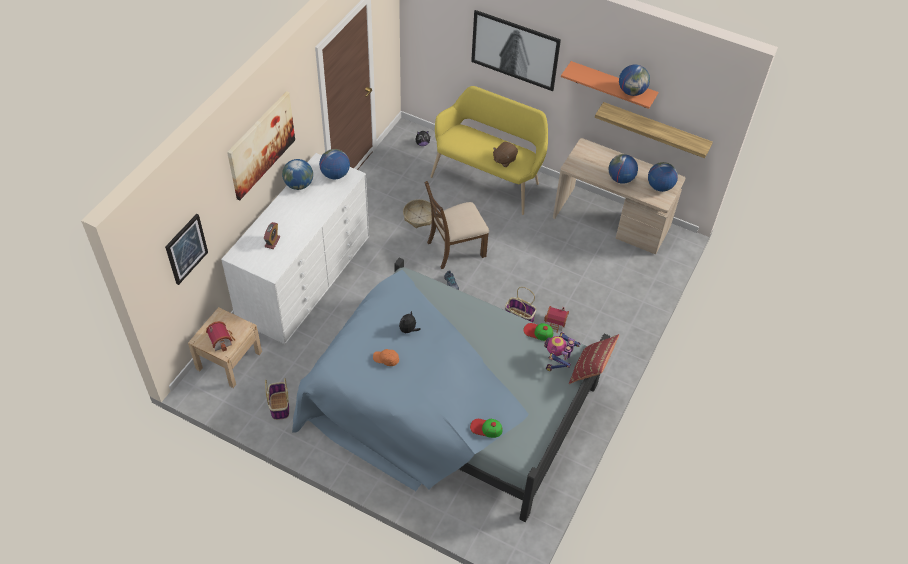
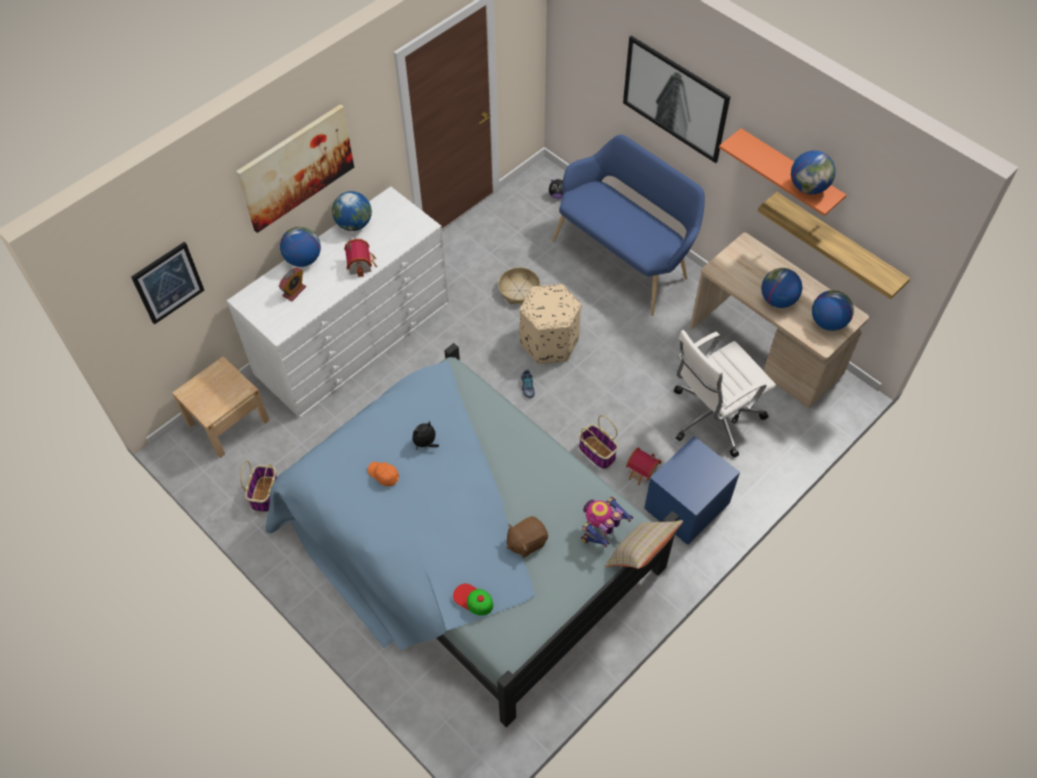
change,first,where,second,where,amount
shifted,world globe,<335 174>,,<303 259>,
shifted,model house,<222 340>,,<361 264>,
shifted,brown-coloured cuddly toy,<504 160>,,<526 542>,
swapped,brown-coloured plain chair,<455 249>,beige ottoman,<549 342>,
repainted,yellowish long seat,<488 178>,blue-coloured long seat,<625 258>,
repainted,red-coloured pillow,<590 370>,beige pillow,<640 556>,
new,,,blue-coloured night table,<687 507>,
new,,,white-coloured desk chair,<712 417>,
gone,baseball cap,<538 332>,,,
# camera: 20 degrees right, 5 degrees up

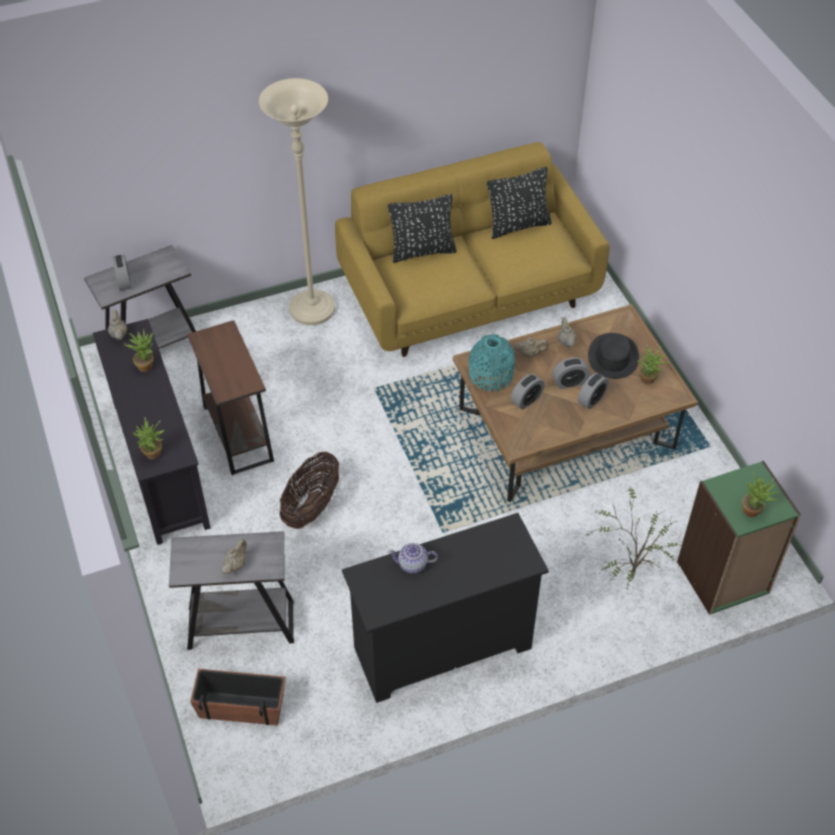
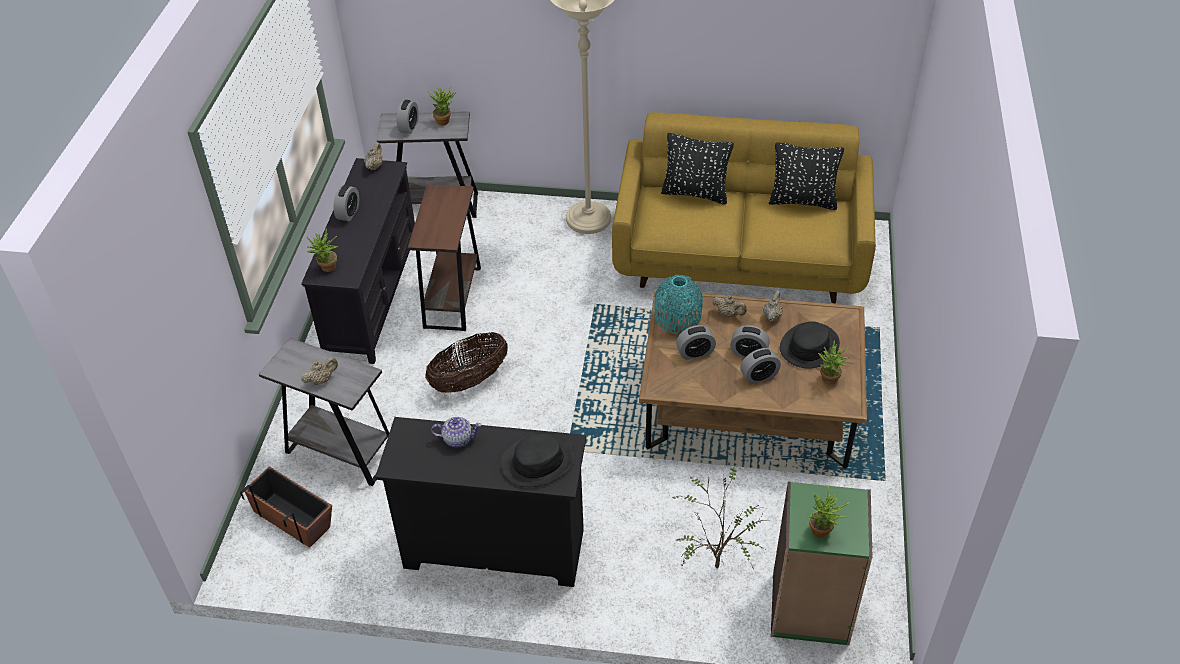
change,first,where,second,where,amount
new,,,table clock,<348 213>,
shifted,potted plant,<146 364>,,<444 120>,
rotated,tea pot,<413 564>,,<457 439>,150 degrees clockwise
new,,,blackish clothing hat,<538 461>,
# camera: 30 degrees right, 5 degrees down

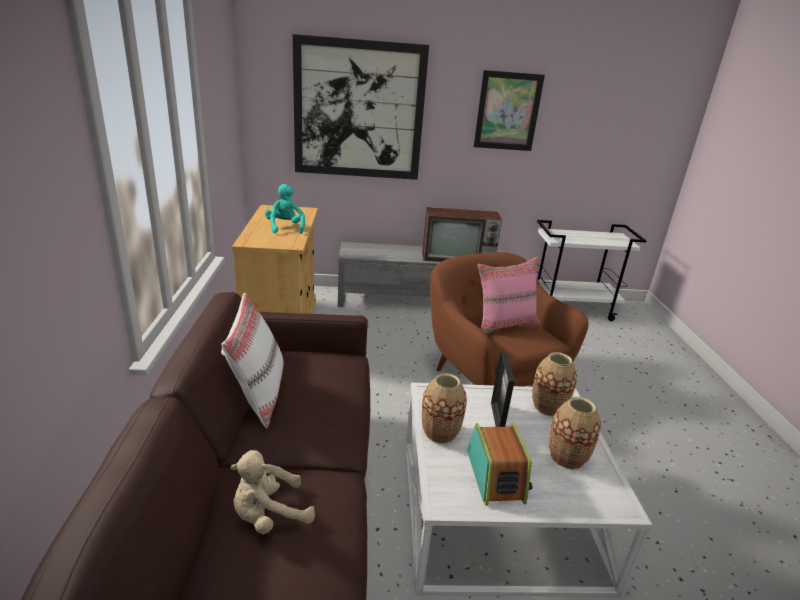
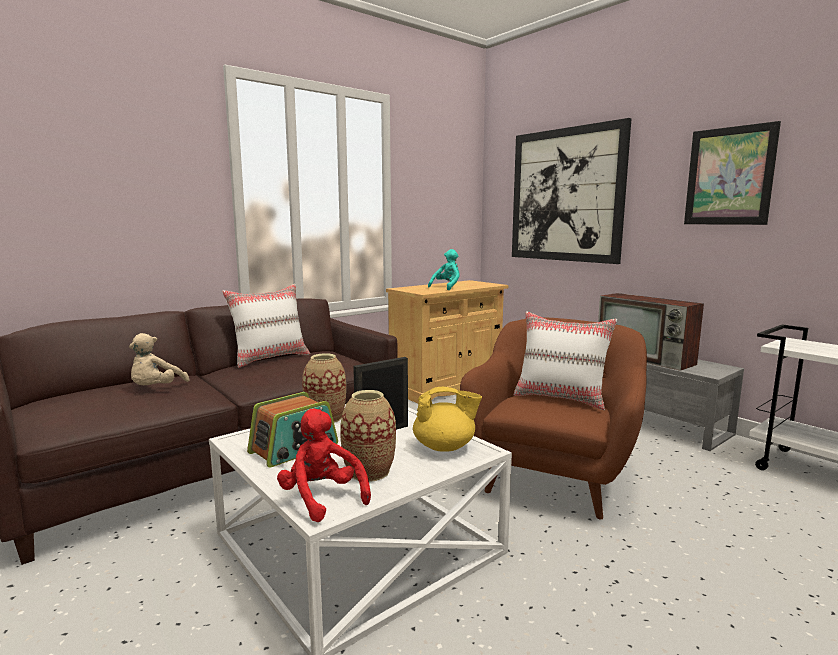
change,first,where,second,where,amount
rotated,beige cuddly toy,<269 515>,,<156 389>,105 degrees counterclockwise
new,,,red-coloured cuddly toy,<322 498>,
swapped,vase,<548 407>,yellowish tea pot,<445 447>,
repainted,pink-coloured pillow,<505 324>,white-coloured pillow,<561 398>,
# camera: 55 degrees right, 15 degrees down

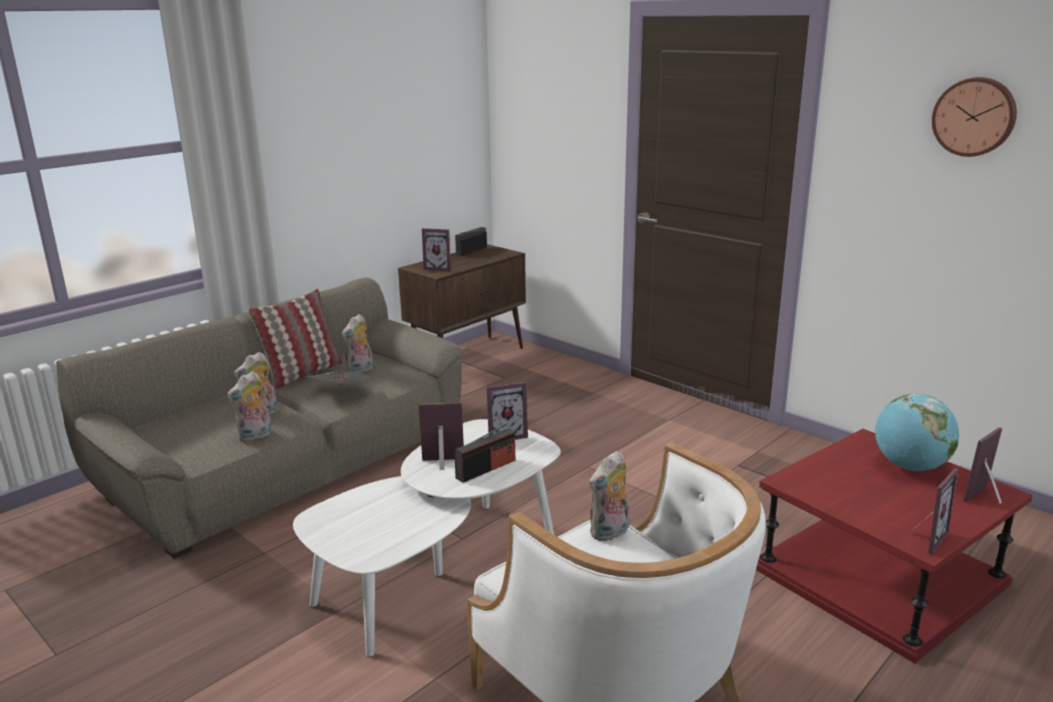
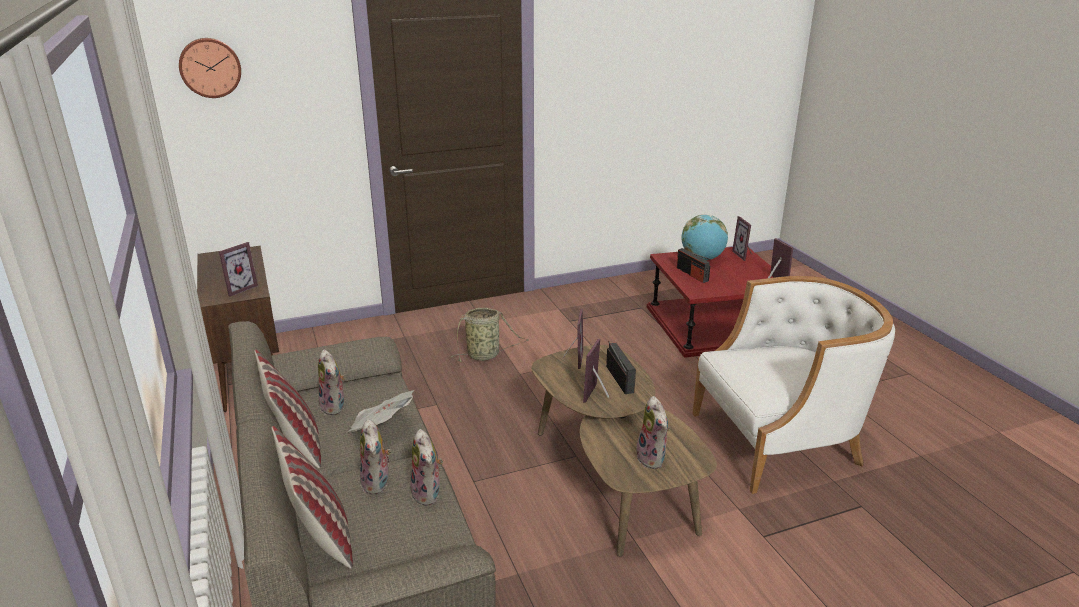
change,first,where,second,where,amount
shifted,clock on the wall,<974 116>,,<210 67>,
new,,,pillow,<321 535>,
new,,,basket,<485 355>,
repainted,white-coloured coffee table,<439 571>,brown-coloured coffee table,<613 477>,
shifted,cuddly toy,<610 533>,,<653 459>,
shifted,radio receiver,<471 251>,,<692 274>,
# camera: 65 degrees left, 5 degrees up

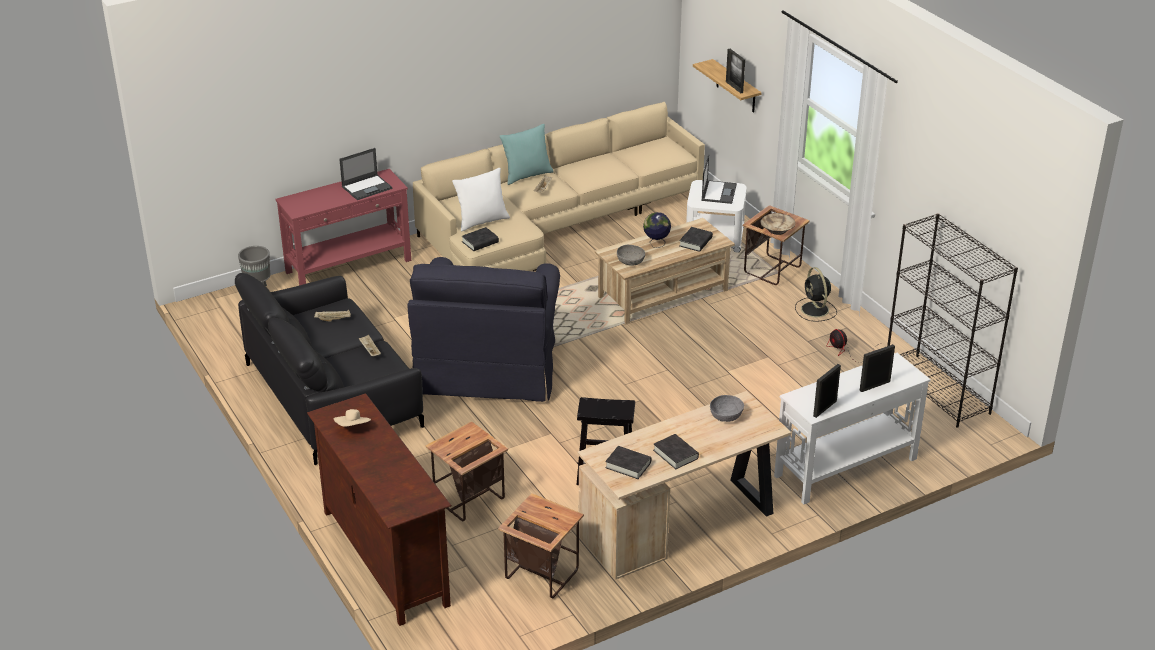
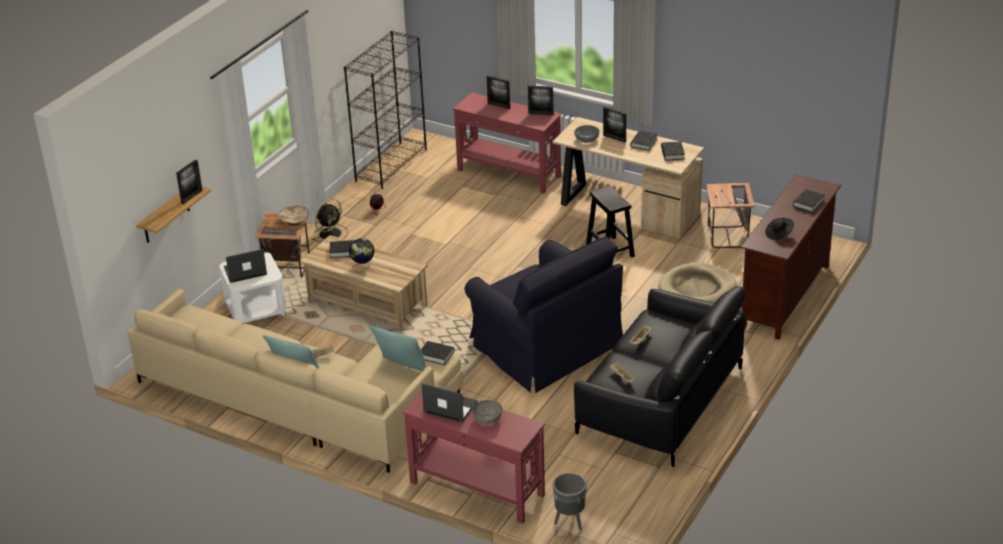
change,first,where,second,where,amount
repainted,white-coloured pillow,<482 221>,blue-green pillow,<401 369>,
repainted,white-coloured console table,<844 467>,red-coloured console table,<509 173>,
rotated,blackish easy chair,<488 364>,,<544 346>,75 degrees clockwise
shifted,gray deep dish,<630 262>,,<487 419>,
new,,,photo frame,<614 138>,
swapped,side table,<468 500>,beige dog cushion,<697 290>,
repainted,beige clothing hat,<353 427>,blackish clothing hat,<779 234>,
new,,,blackish book,<808 203>,
# camera: 120 degrees left, 0 degrees up

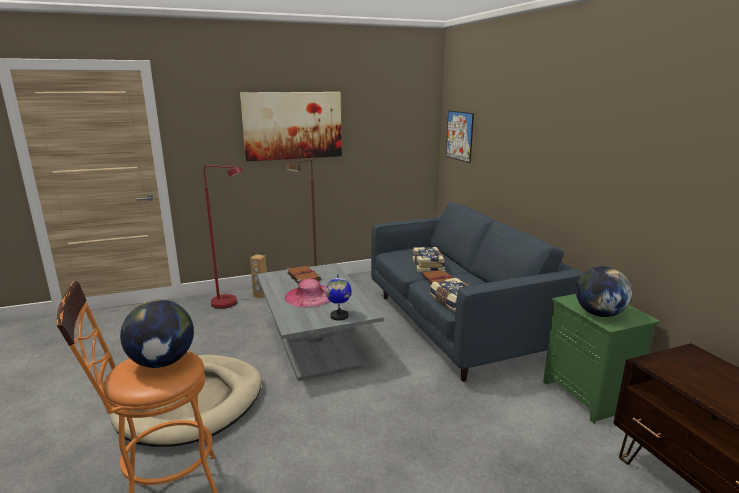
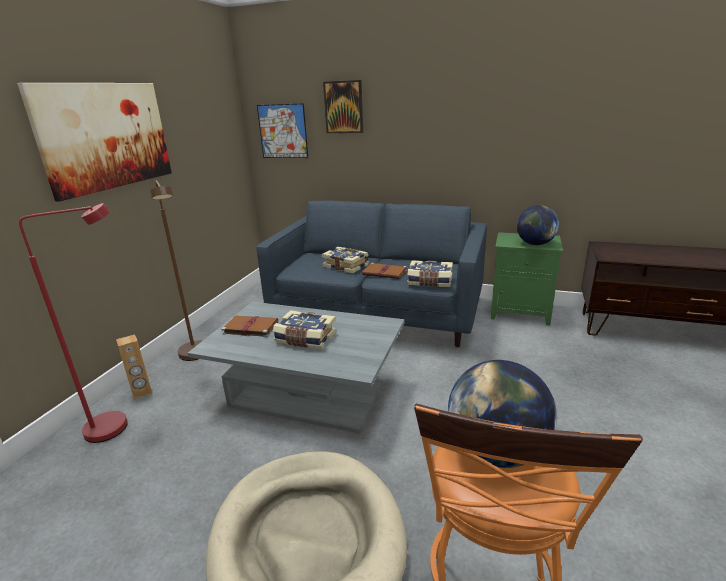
change,first,where,second,where,amount
swapped,pink-coloured clothing hat,<310 296>,book,<305 339>,
new,,,picture,<344 107>,
gone,world globe,<339 316>,,,
# camera: 50 degrees left, 5 degrees up

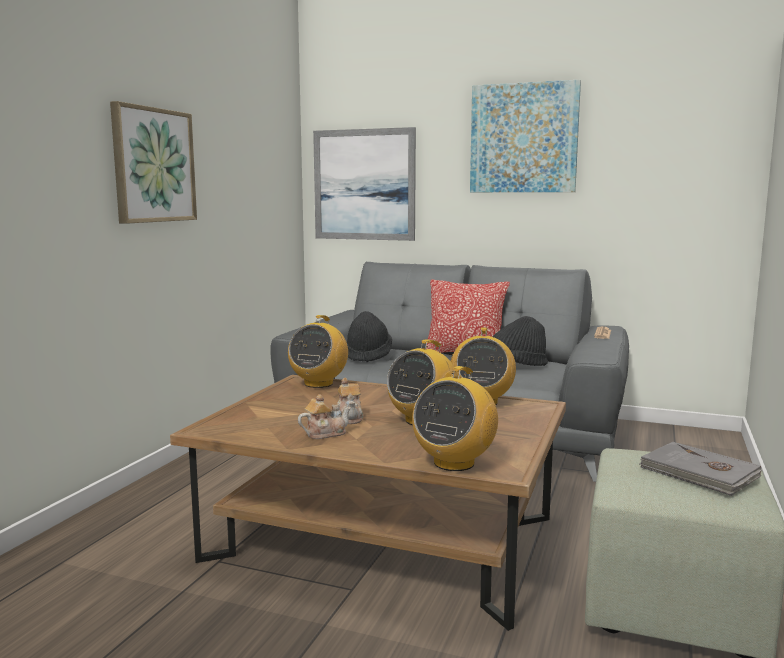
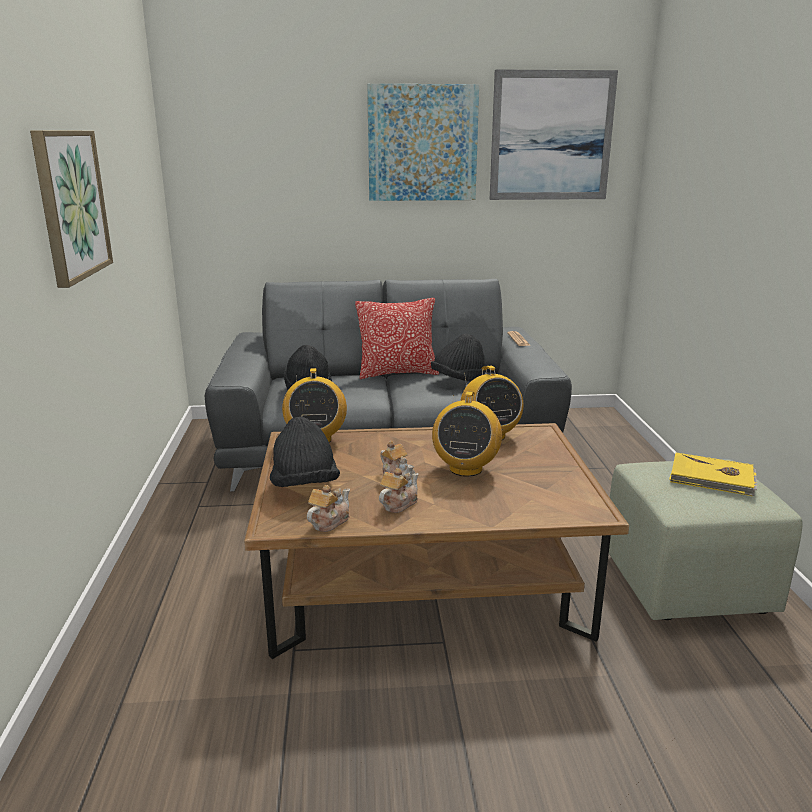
change,first,where,second,where,amount
new,,,blackish clothing hat,<304 486>,
new,,,tea pot,<329 522>,
shifted,picture,<364 185>,,<551 136>,
repainted,gray book,<699 473>,yellowish book,<712 478>,
gone,radio receiver,<454 463>,,,
# camera: 25 degrees left, 10 degrees up

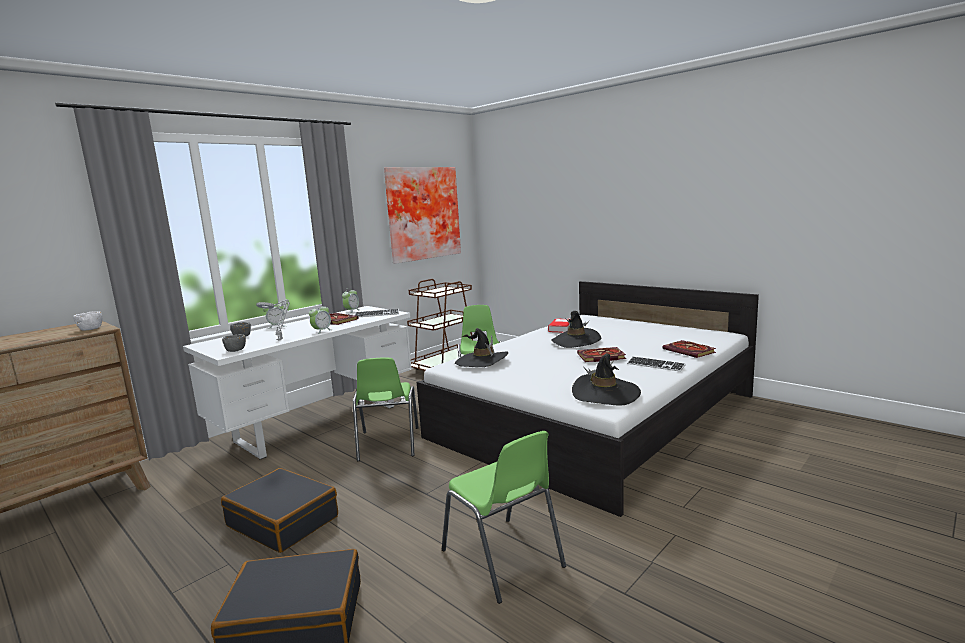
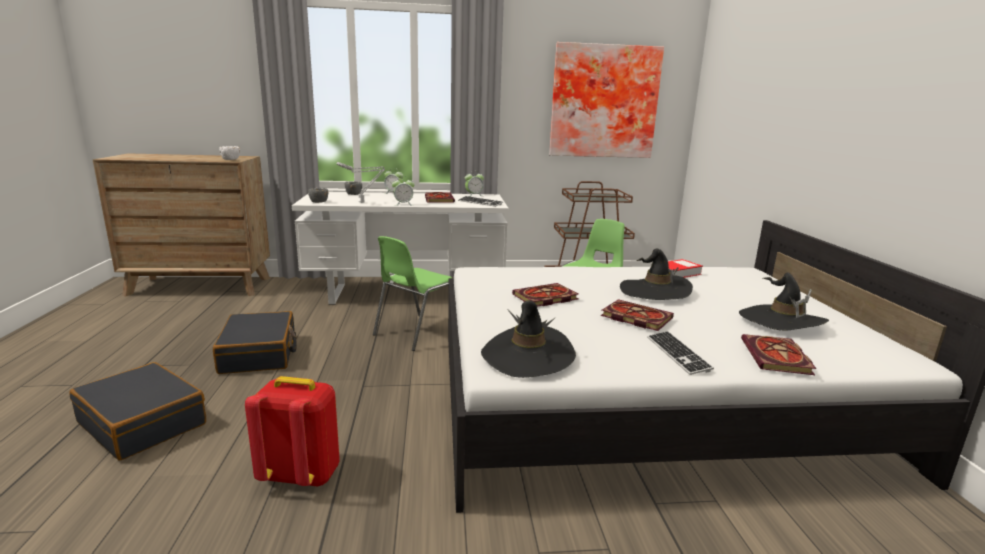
change,first,where,second,where,amount
swapped,greenish plain chair,<503 559>,red-coloured knapsack,<301 475>,
new,,,book,<544 298>,
shifted,blackish clothing hat,<481 362>,,<781 321>,
# camera: 40 degrees right, 5 degrees up

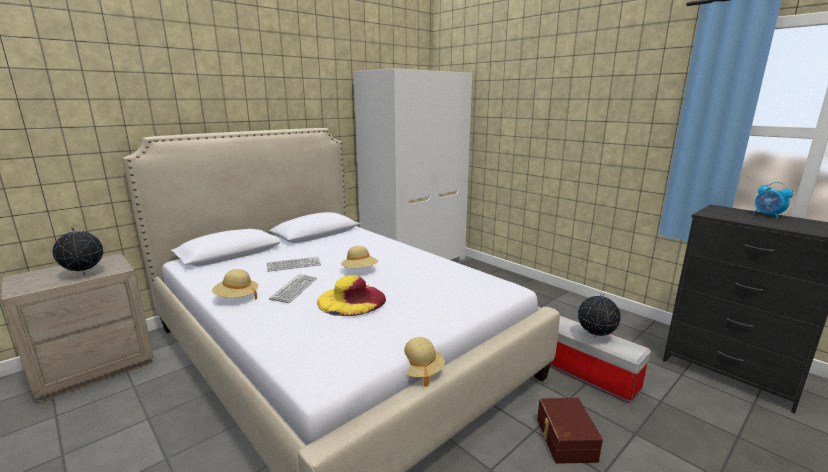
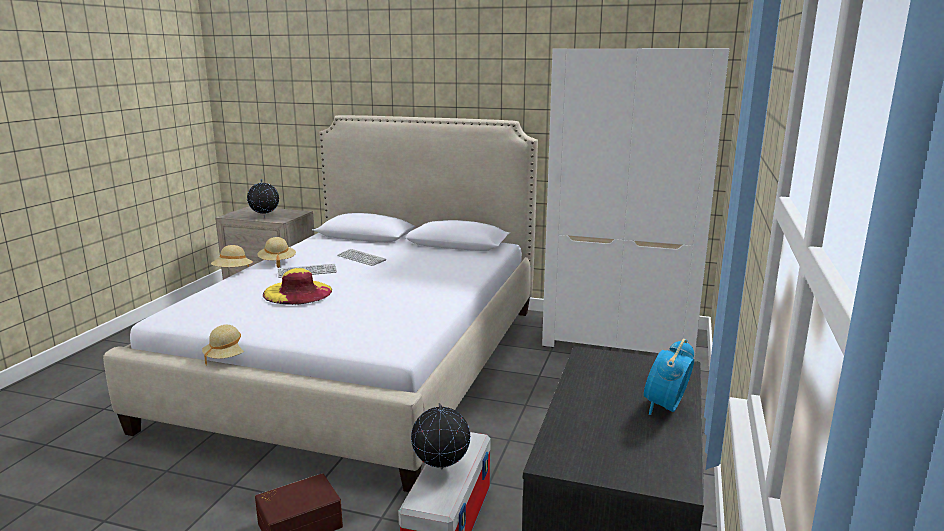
change,first,where,second,where,amount
shifted,beige clothing hat,<359 270>,,<233 272>,
# camera: 60 degrees right, 0 degrees up

